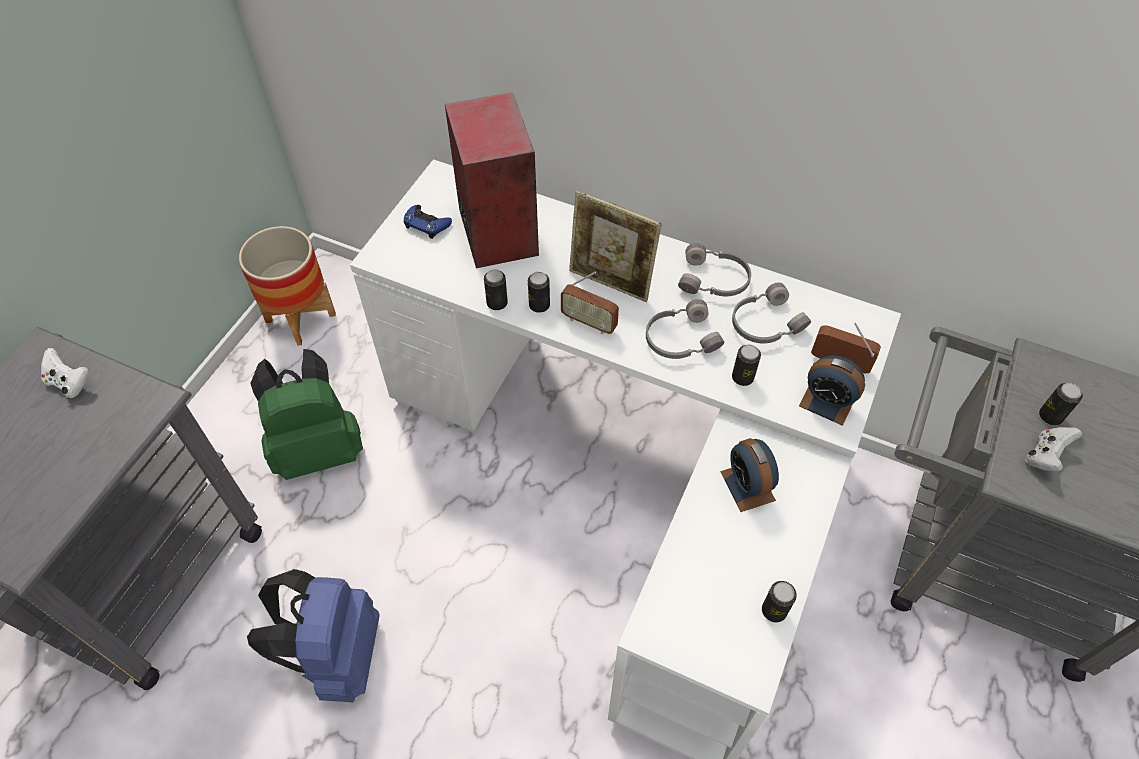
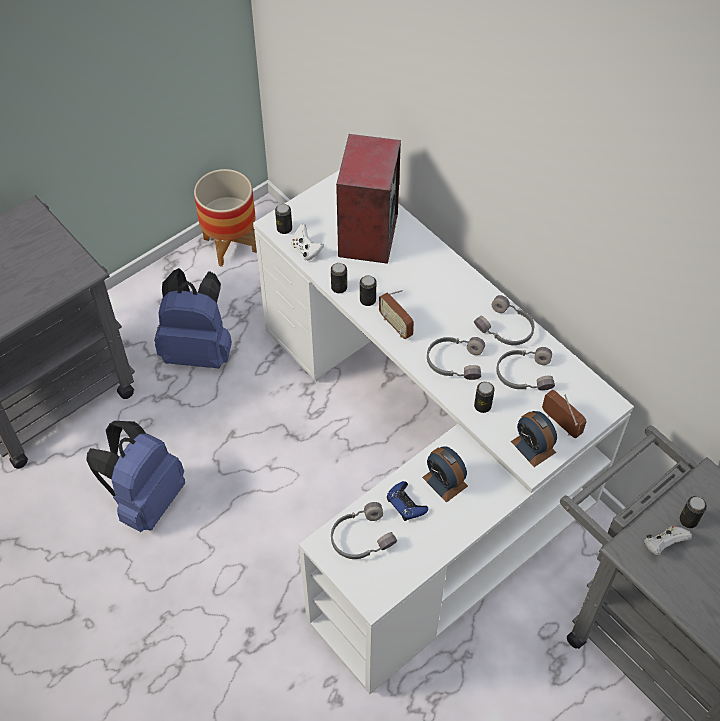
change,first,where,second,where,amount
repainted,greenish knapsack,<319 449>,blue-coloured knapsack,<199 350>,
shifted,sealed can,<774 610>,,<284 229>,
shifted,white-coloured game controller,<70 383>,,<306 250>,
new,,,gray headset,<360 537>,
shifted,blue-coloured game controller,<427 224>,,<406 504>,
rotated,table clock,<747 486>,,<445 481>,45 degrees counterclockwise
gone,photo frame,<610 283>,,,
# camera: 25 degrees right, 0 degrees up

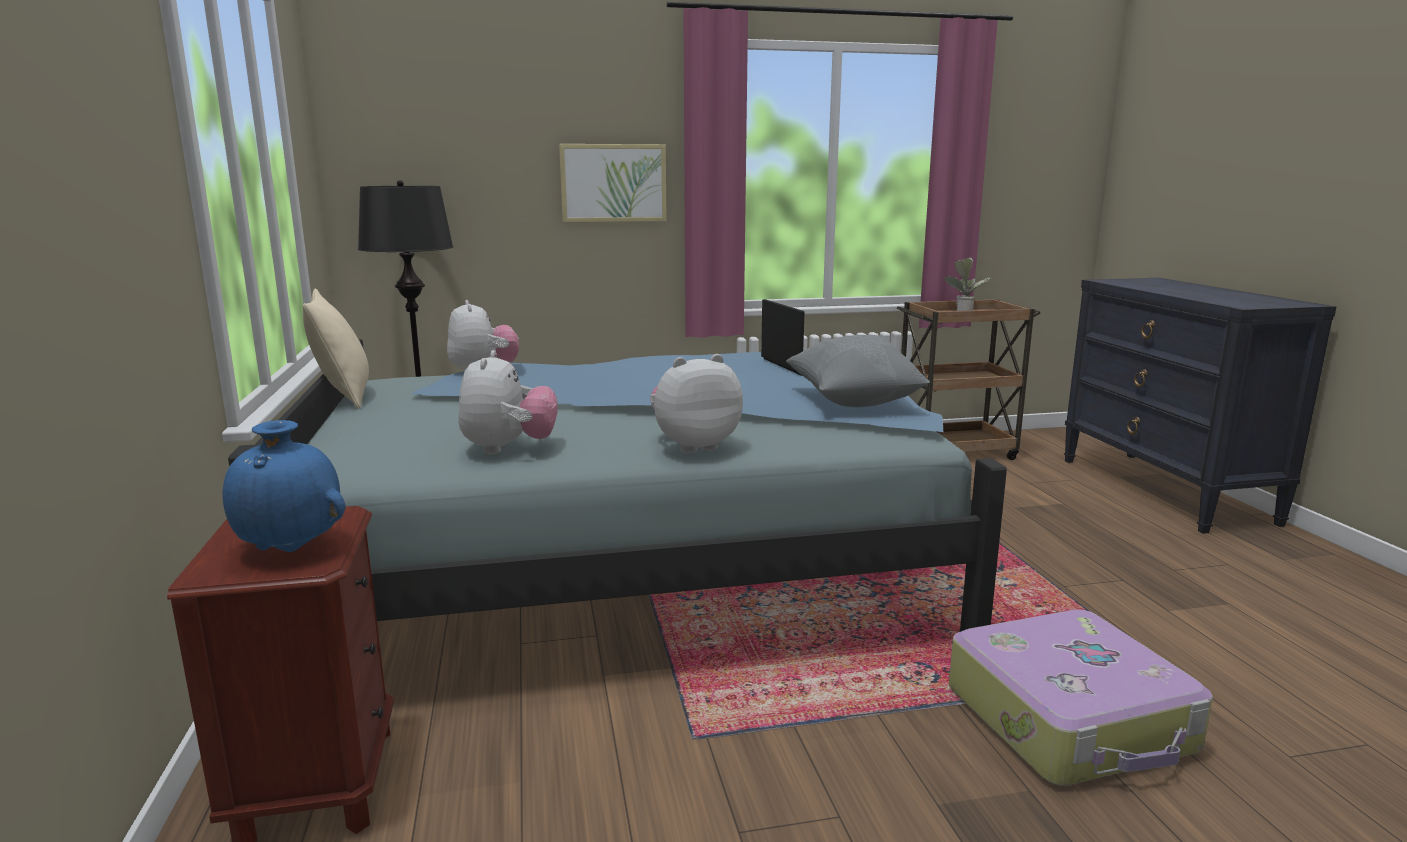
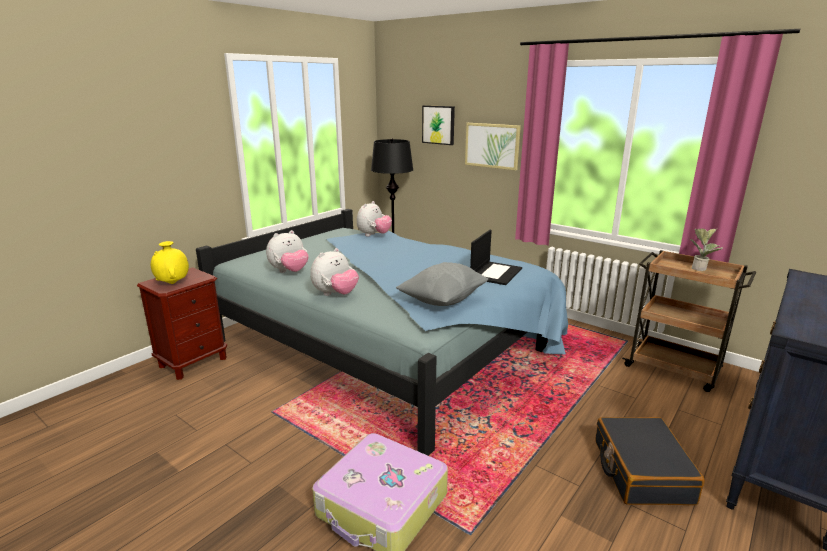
change,first,where,second,where,amount
repainted,blue-coloured vase,<292 549>,yellowish vase,<173 283>,
rotated,cuddly toy,<693 446>,,<335 294>,105 degrees clockwise
new,,,picture,<439 125>,
new,,,blackish piece of luggage,<641 471>,
gone,beige pillow,<344 397>,,,
# camera: 50 degrees right, 5 degrees up

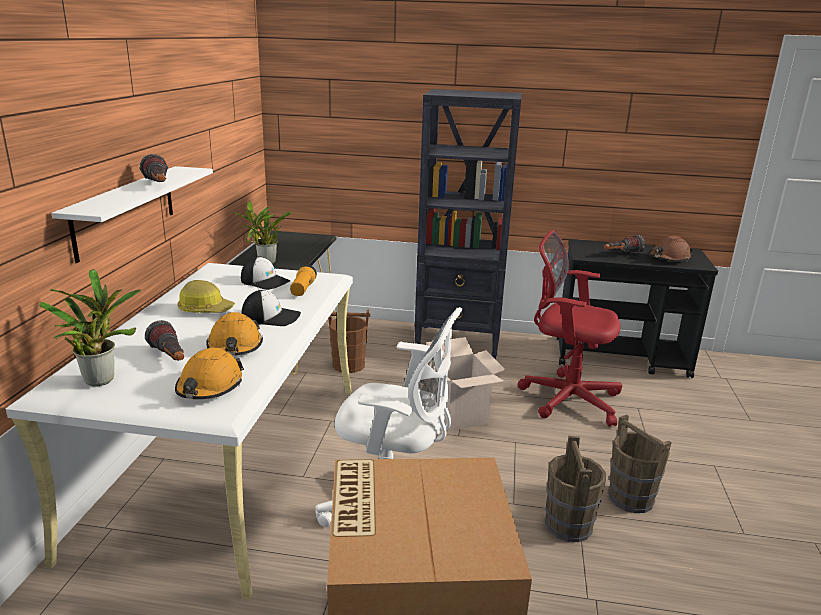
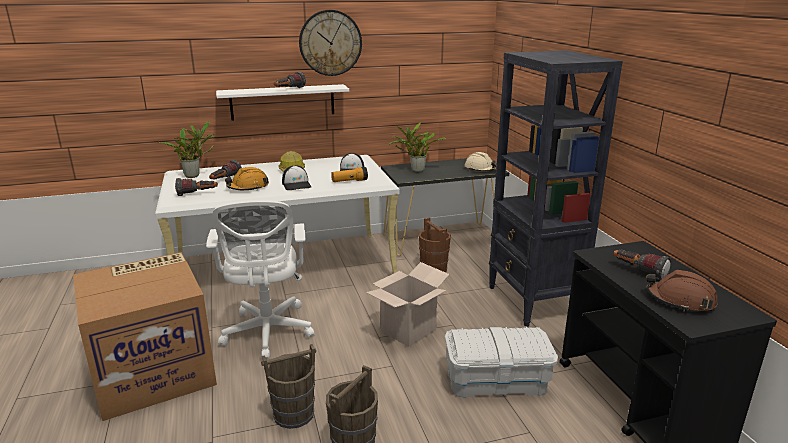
change,first,where,second,where,amount
swapped,orange-coloured work helmet,<209 386>,flashlight,<197 194>,
new,,,clock on the wall,<330 43>,
swapped,red-coloured desk chair,<566 398>,white-coloured storage bin,<496 380>,
new,,,beige work helmet,<480 169>,
# camera: 65 degrees right, 0 degrees up

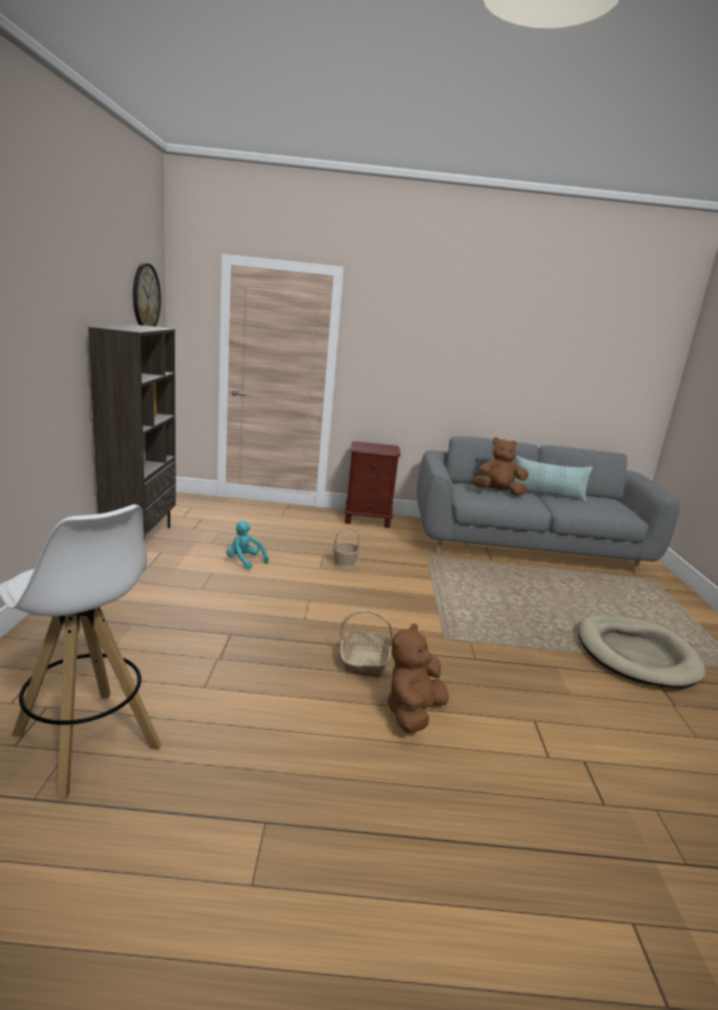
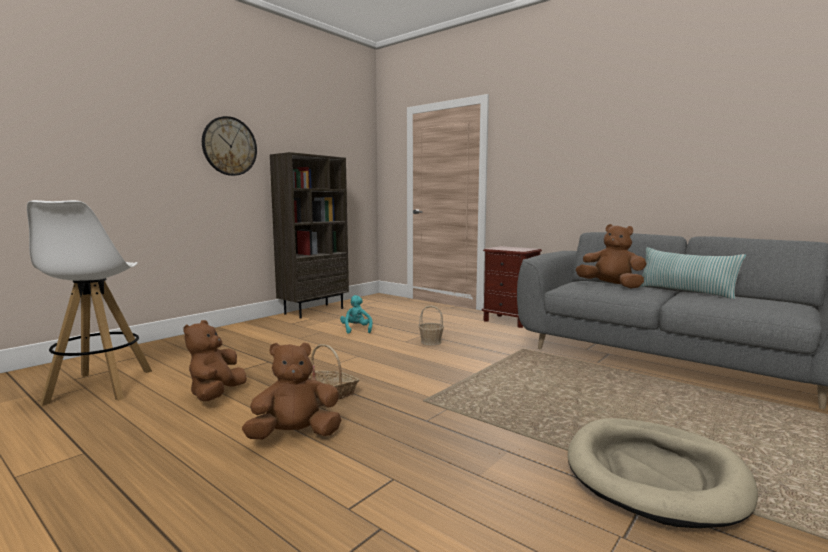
change,first,where,second,where,amount
new,,,brown-coloured cuddly toy,<216 395>,
shifted,clock on the wall,<145 297>,,<229 146>,
# camera: 40 degrees right, 10 degrees down

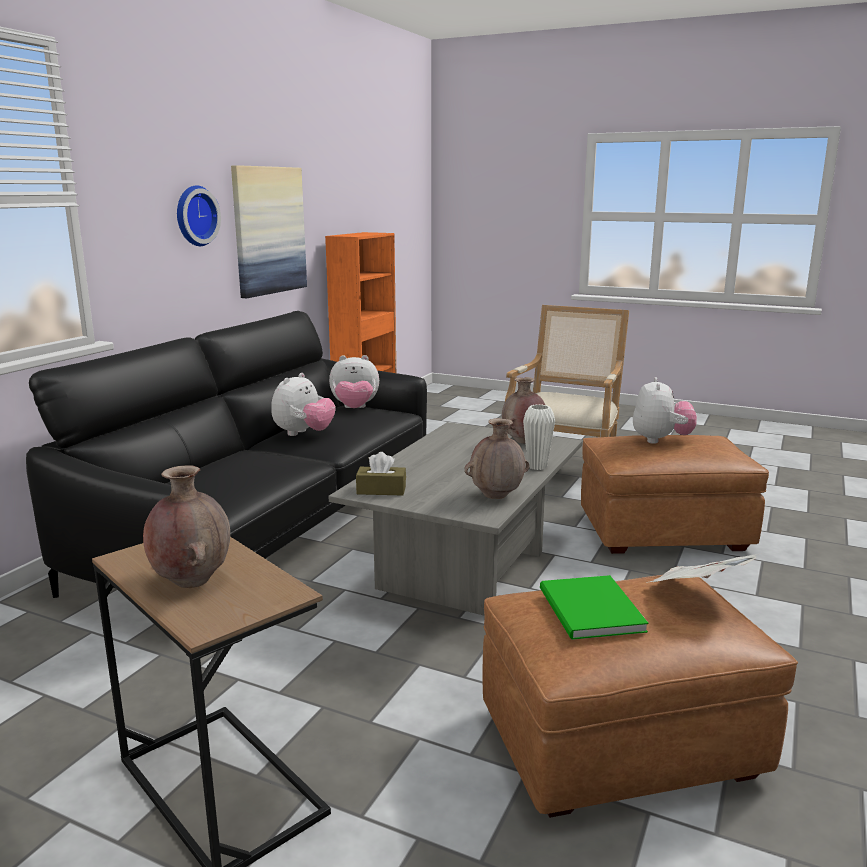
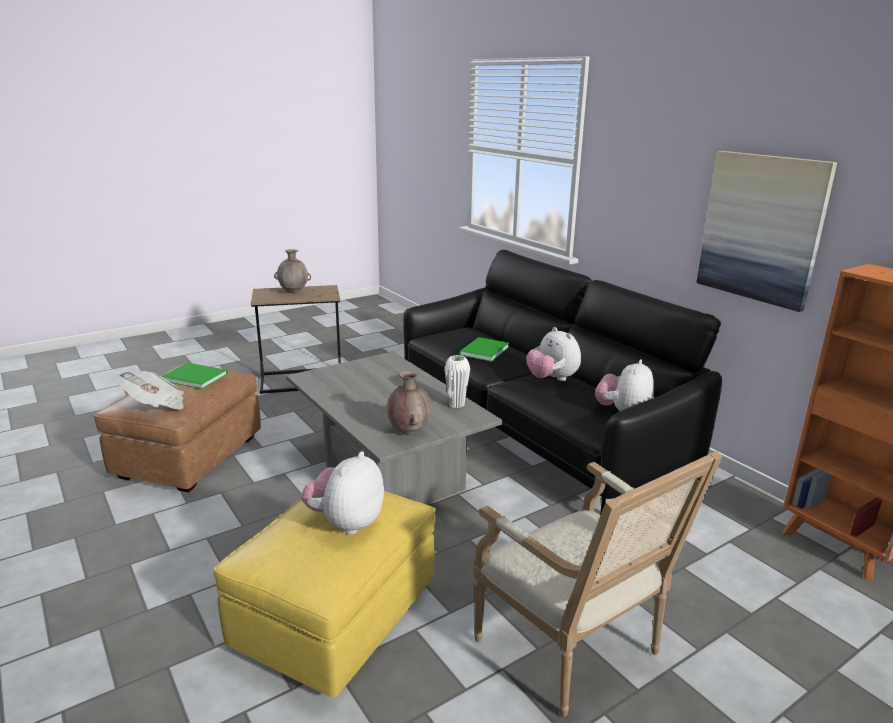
change,first,where,second,where,amount
repainted,brown-coloured ottoman,<663 531>,yellowish ottoman,<337 618>,
rotated,cuddly toy,<661 440>,,<346 523>,75 degrees clockwise
shifted,white-coloured vase,<537 466>,,<456 404>,
new,,,greenish book,<482 351>,
gone,clock on the wall,<194 216>,,,
gone,brown-coloured tissue holder,<381 490>,,,
gone,brown-coloured vase,<496 495>,,,
# camera: 120 degrees right, 5 degrees up

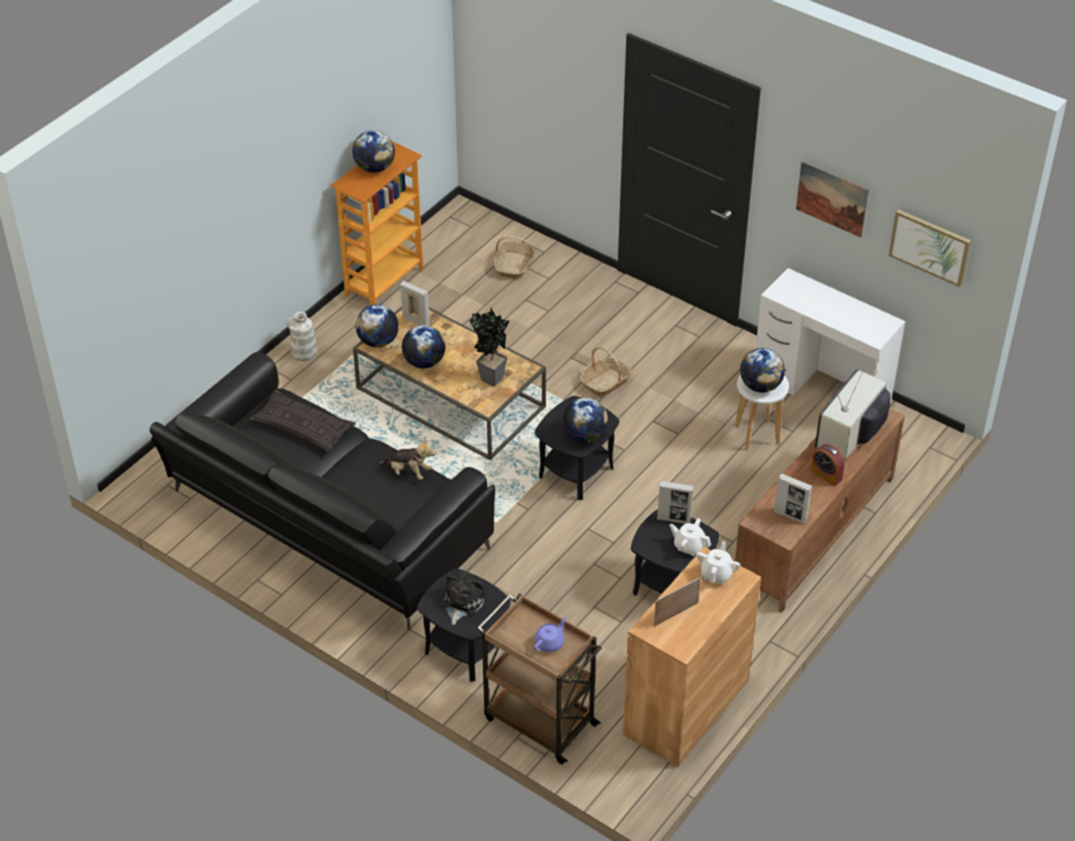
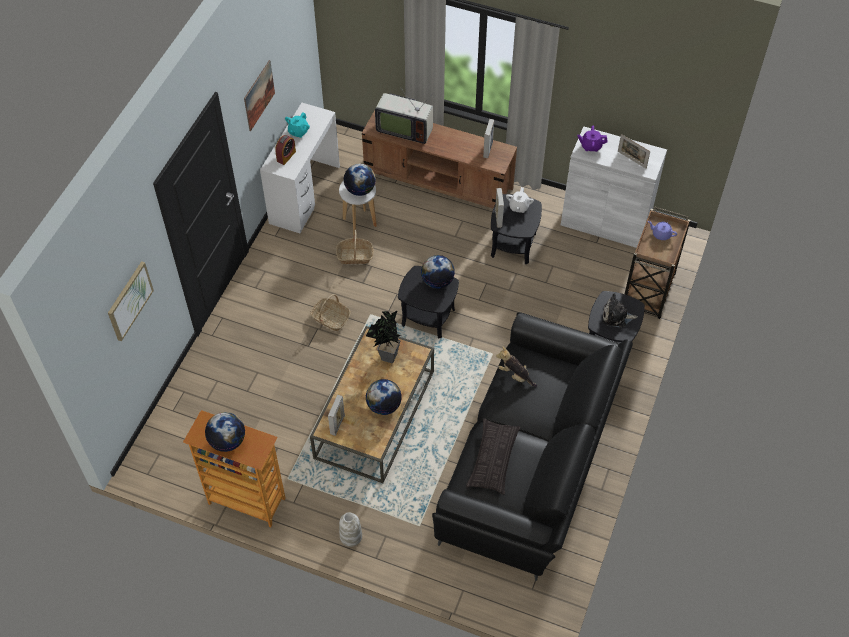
change,first,where,second,where,amount
shifted,picture,<930 247>,,<129 300>,
shifted,table clock,<826 475>,,<286 156>,
new,,,blue-green tea pot,<298 132>,
shifted,basket,<513 265>,,<355 256>,
rotated,cuddly toy,<408 472>,,<515 375>,60 degrees counterclockwise
repainted,brown-coloured storage cabinet,<686 707>,white-coloured storage cabinet,<605 222>,
repainted,white-coloured tea pot,<716 574>,purplish tea pot,<591 146>,
gone,world globe,<378 341>,,,
# camera: 105 degrees left, 10 degrees up

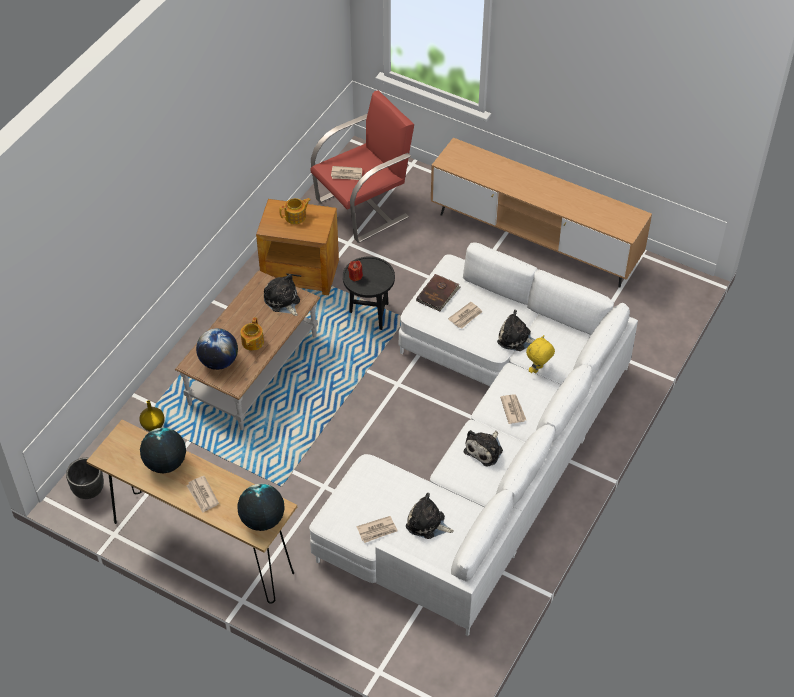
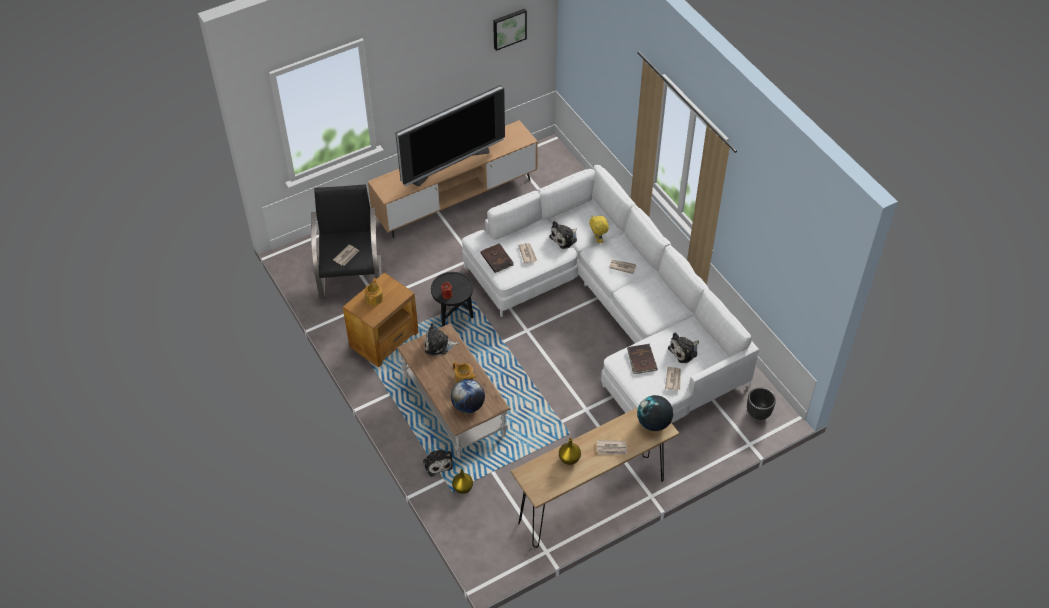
change,first,where,second,where,amount
repainted,red-coloured easy chair,<363 208>,blackish easy chair,<351 276>,
new,,,TV set,<450 164>,
shifted,cuddly toy,<485 450>,,<437 463>,
new,,,picture,<509 28>,
swapped,world globe,<165 463>,yellowish vase,<569 459>,
new,,,brown-coloured book,<641 360>,
shifted,blackish plant pot,<89 491>,,<758 413>,
# camera: 60 degrees left, 0 degrees up

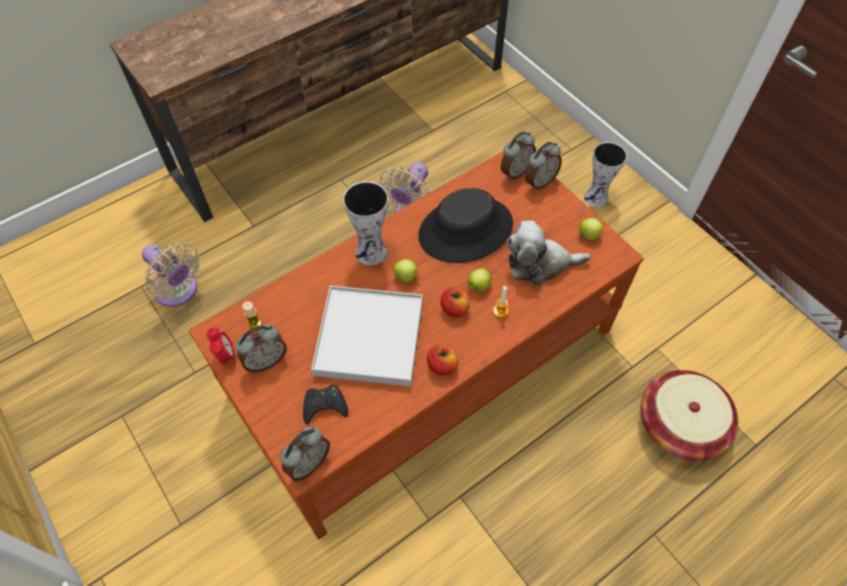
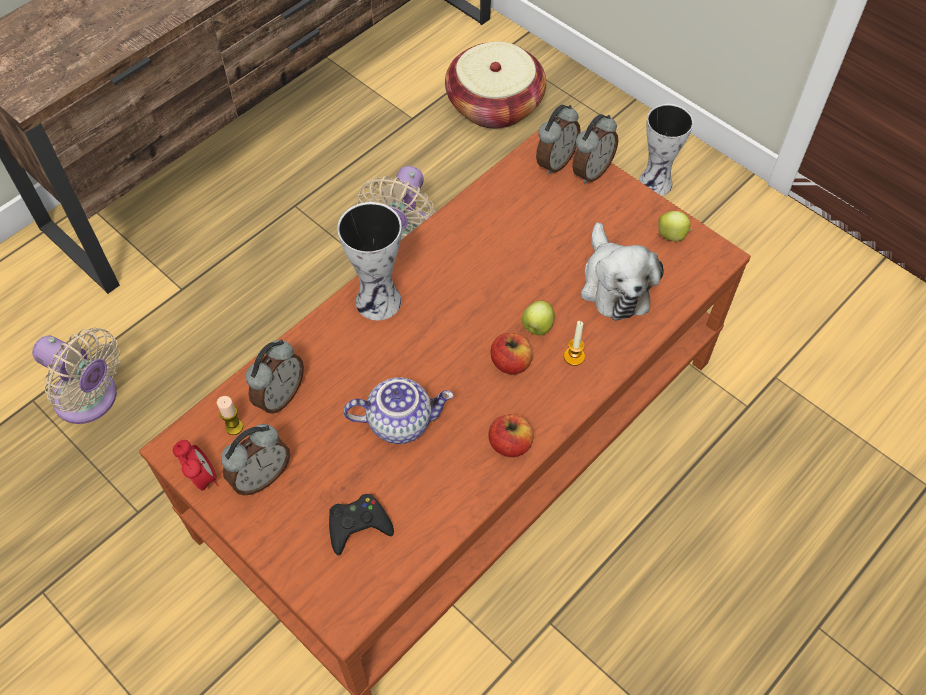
change,first,where,second,where,amount
shifted,table clock,<308 463>,,<279 395>,
swapped,white-coloured serving tray,<369 337>,tea pot,<400 421>,
shifted,basket,<679 425>,,<494 105>,
rotated,cuddly toy,<540 264>,,<614 284>,90 degrees counterclockwise
gone,apple fruit,<406 277>,,,
gone,blackish clothing hat,<465 230>,,,
# camera: 10 degrees left, 0 degrees up

